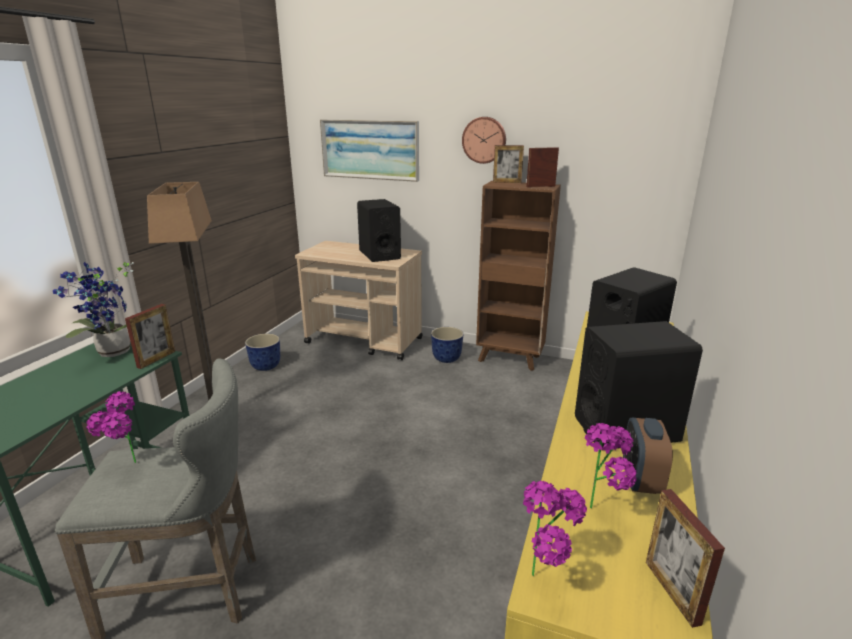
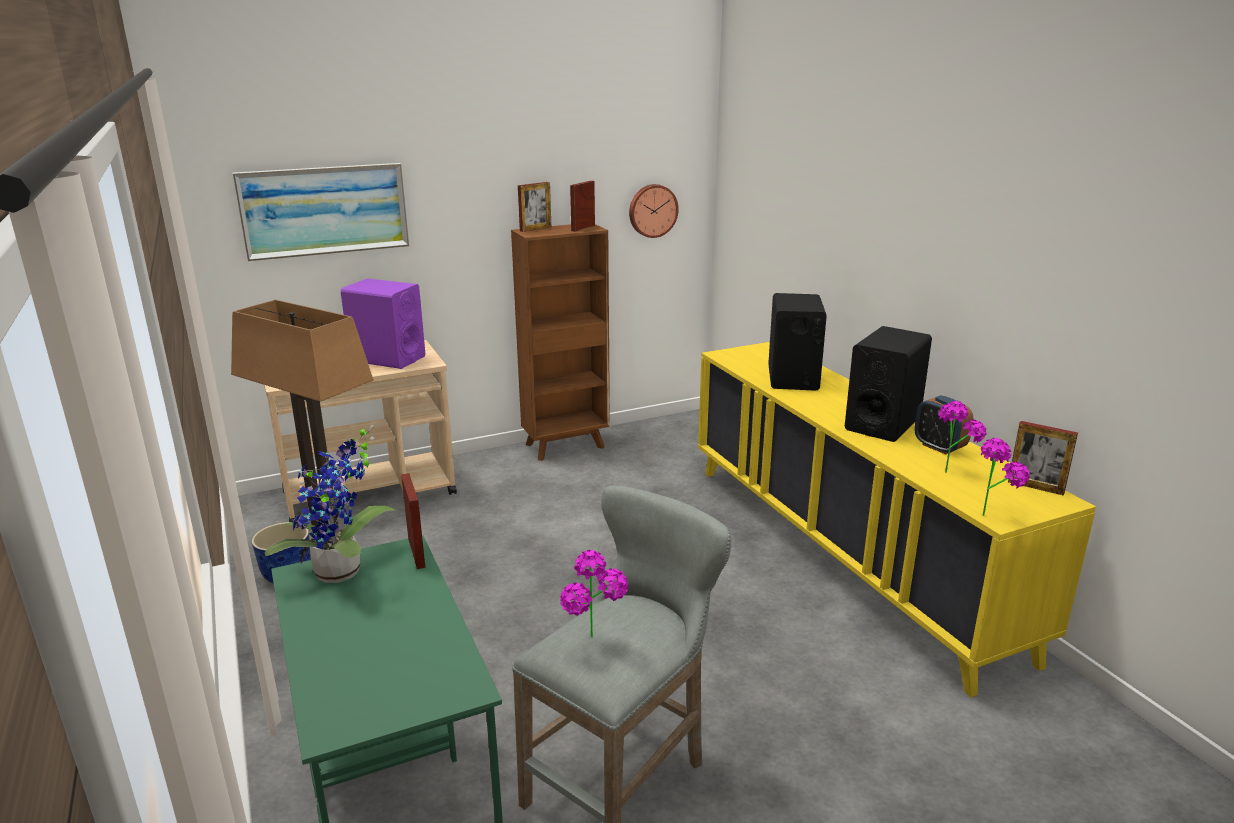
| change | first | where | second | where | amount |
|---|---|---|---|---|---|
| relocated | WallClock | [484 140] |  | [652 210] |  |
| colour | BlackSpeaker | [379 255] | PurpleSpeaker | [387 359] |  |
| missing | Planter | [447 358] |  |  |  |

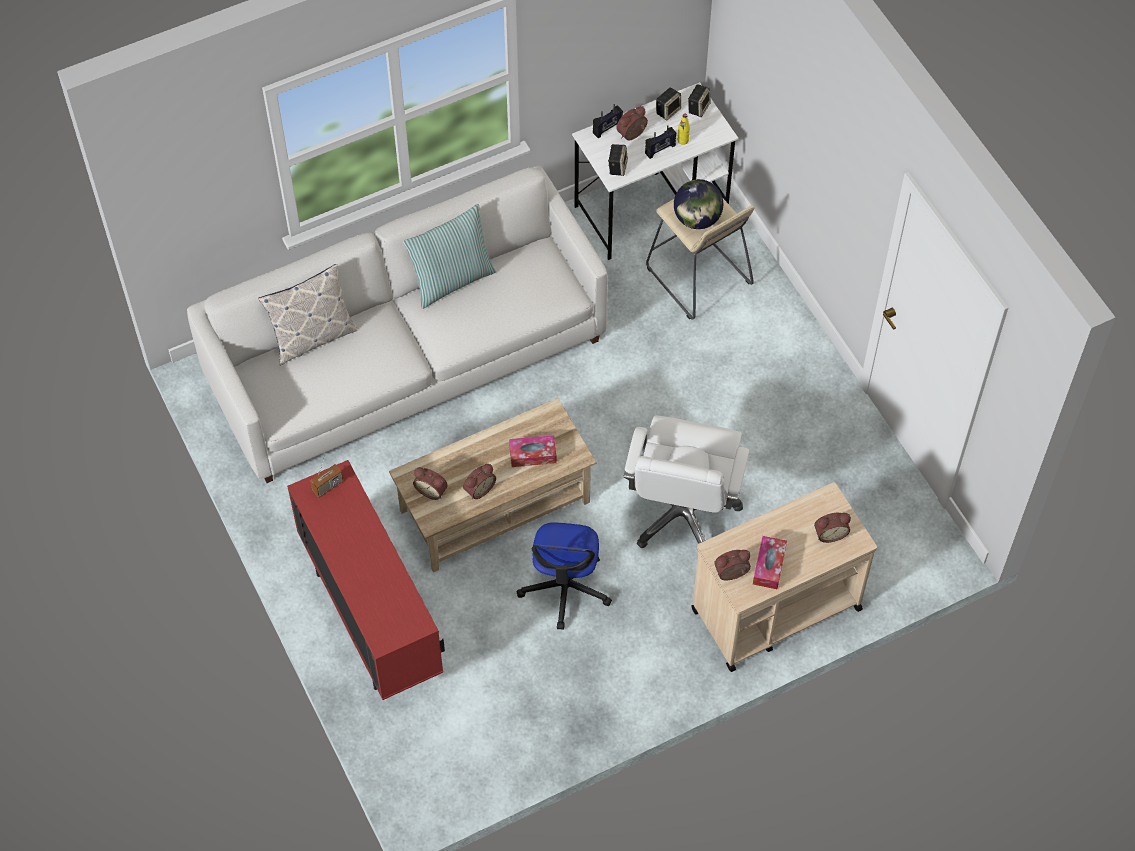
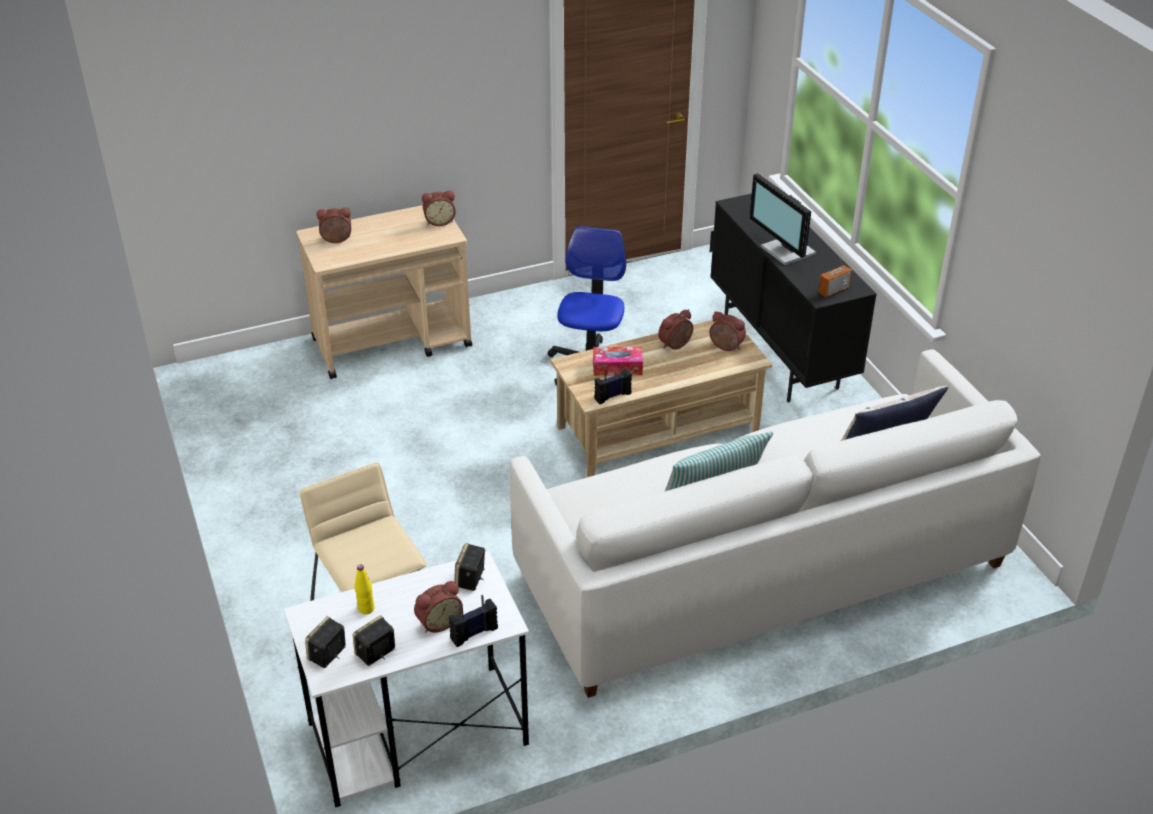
| change | first | where | second | where | amount |
|---|---|---|---|---|---|
| relocated | Radio | [660 149] |  | [612 396] |  |
| missing | Globe | [697 219] |  |  |  |
| missing | WhiteOfficeChair | [683 513] |  |  |  |
| colour | RedCabinet | [371 619] | BlackCabinet | [780 356] |  |
| missing | TissueBox | [769 566] |  |  |  |
| appeared |  |  | Monitor | [786 251] |  |

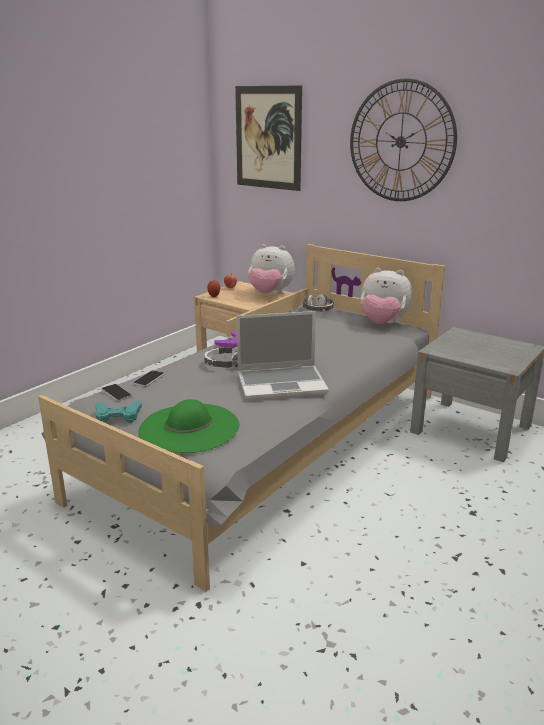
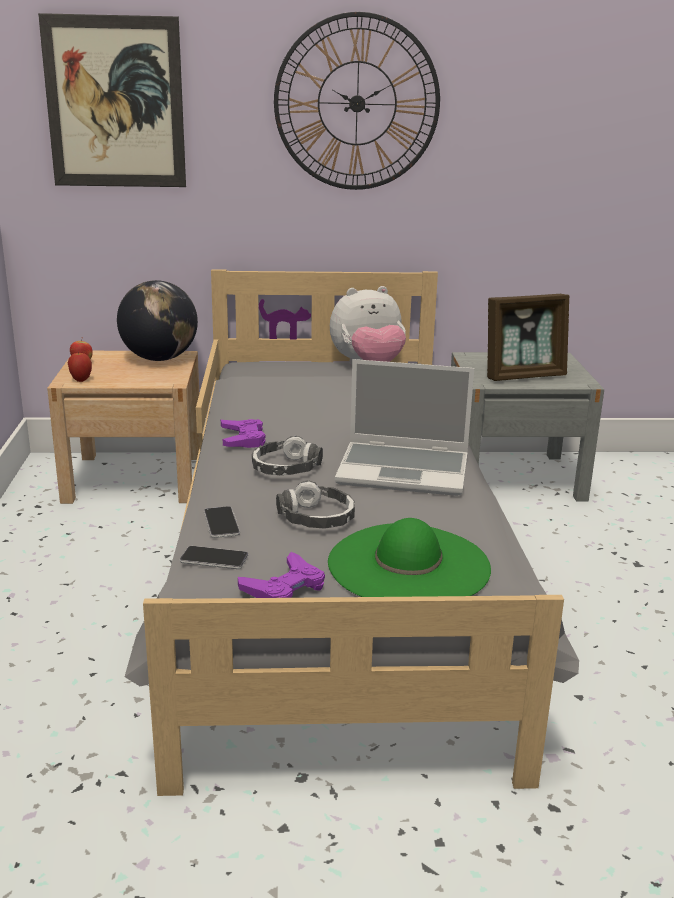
| change | first | where | second | where | amount |
|---|---|---|---|---|---|
| exchanged | PlushToy | [270 294] | Globe | [159 359] |  |
| relocated | Headphones | [318 309] |  | [316 518] |  |
| spun | Laptop | [282 384] |  | [405 470] | 60 degrees clockwise |
| colour | TurquoiseGameController | [117 416] | PurpleGameController | [284 588] |  |
| appeared |  |  | PictureFrame | [524 376] |  |

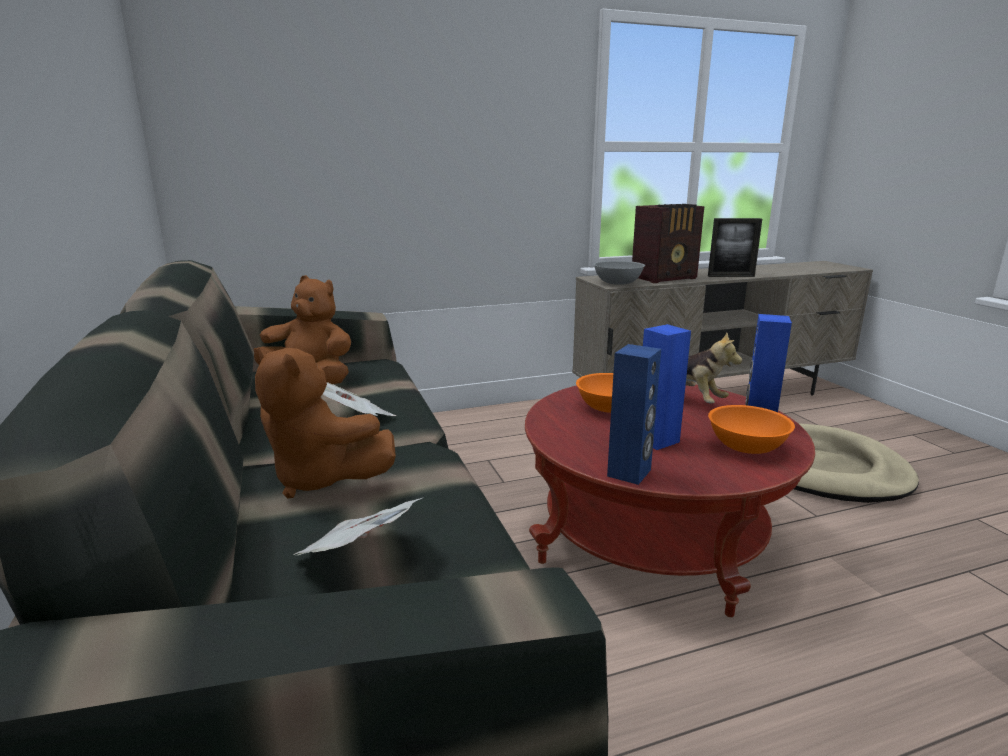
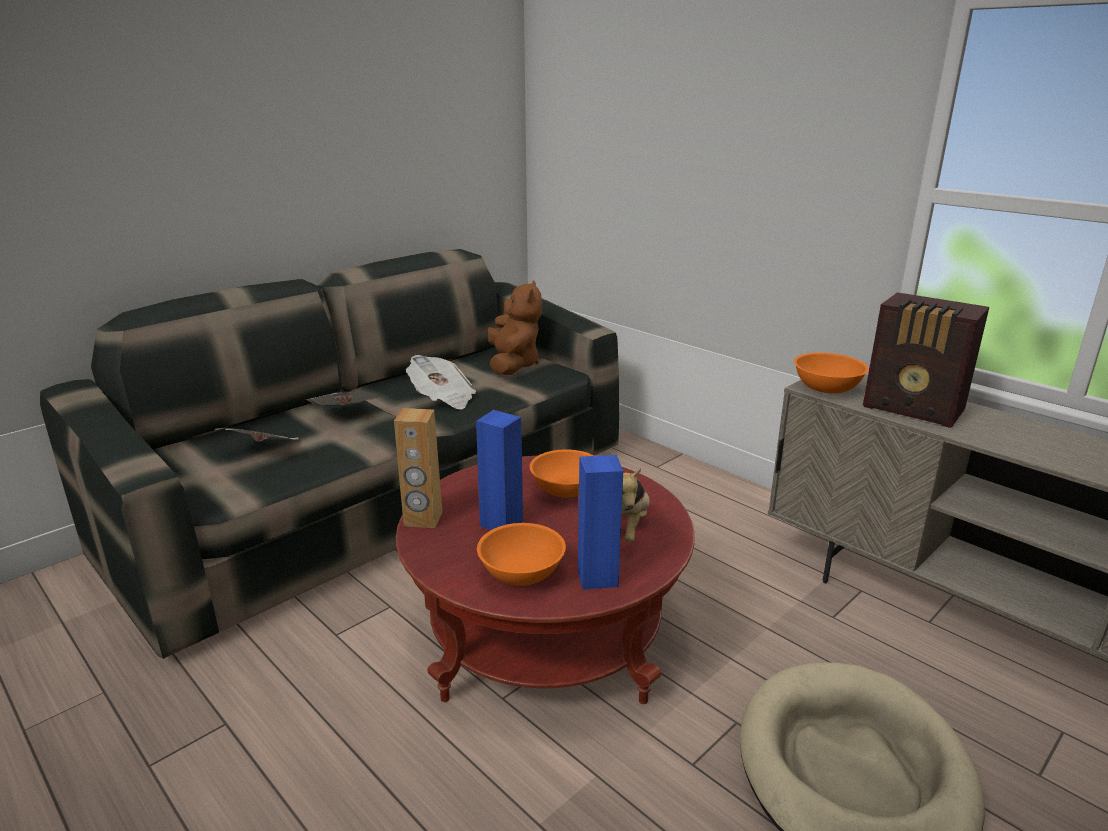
| change | first | where | second | where | amount |
|---|---|---|---|---|---|
| missing | PictureFrame | [731 276] |  |  |  |
| colour | GreyBowl | [618 283] | OrangeBowl | [826 388] |  |
| colour | BlueSpeaker | [629 473] | BrownSpeaker | [423 519] |  |
| exchanged | BrownPlushToy | [321 479] | Newspaper | [345 416] |  |

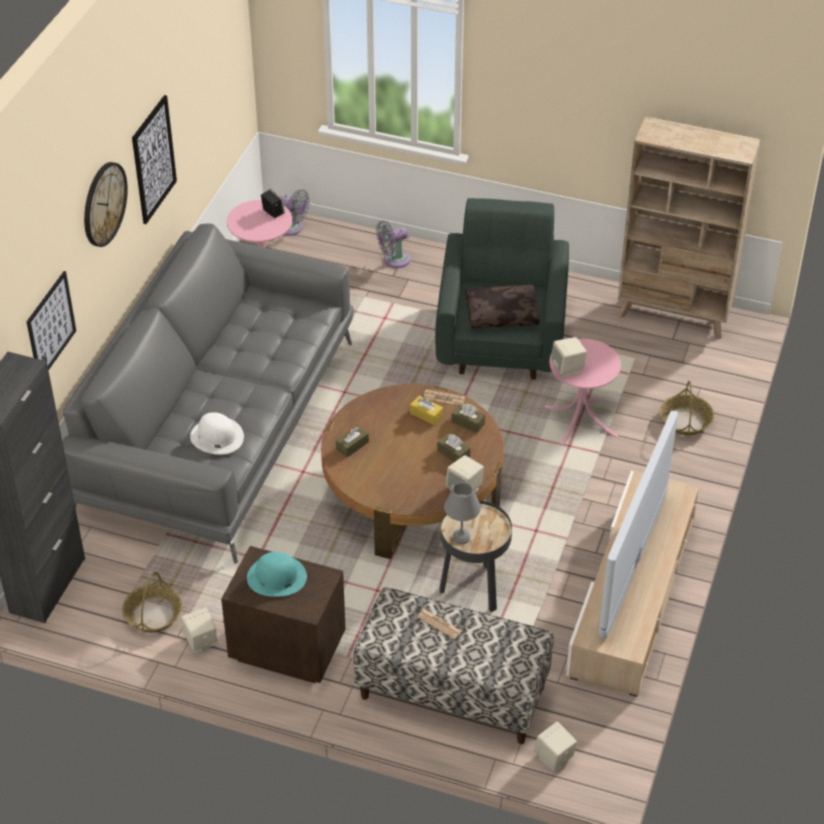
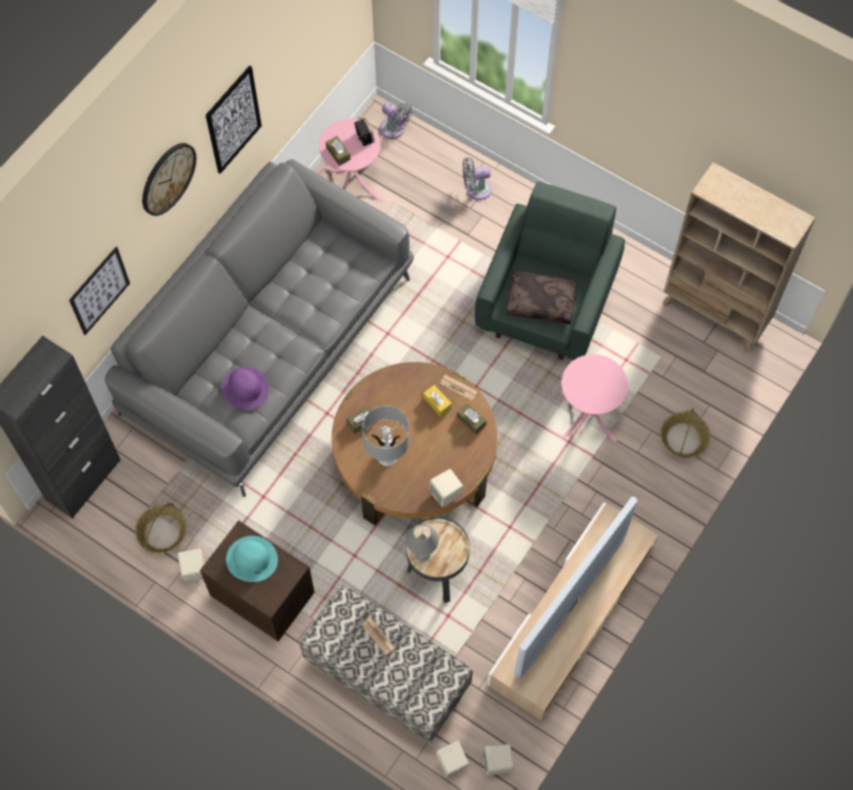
| change | first | where | second | where | amount |
|---|---|---|---|---|---|
| relocated | BeigeSpeaker | [567 369] |  | [497 763] |  |
| colour | WhiteHat | [216 436] | PurpleHat | [245 388] |  |
| relocated | BrownTissueBox | [453 454] |  | [338 153] |  |
| appeared |  |  | GreyTableLamp | [387 457] |  |

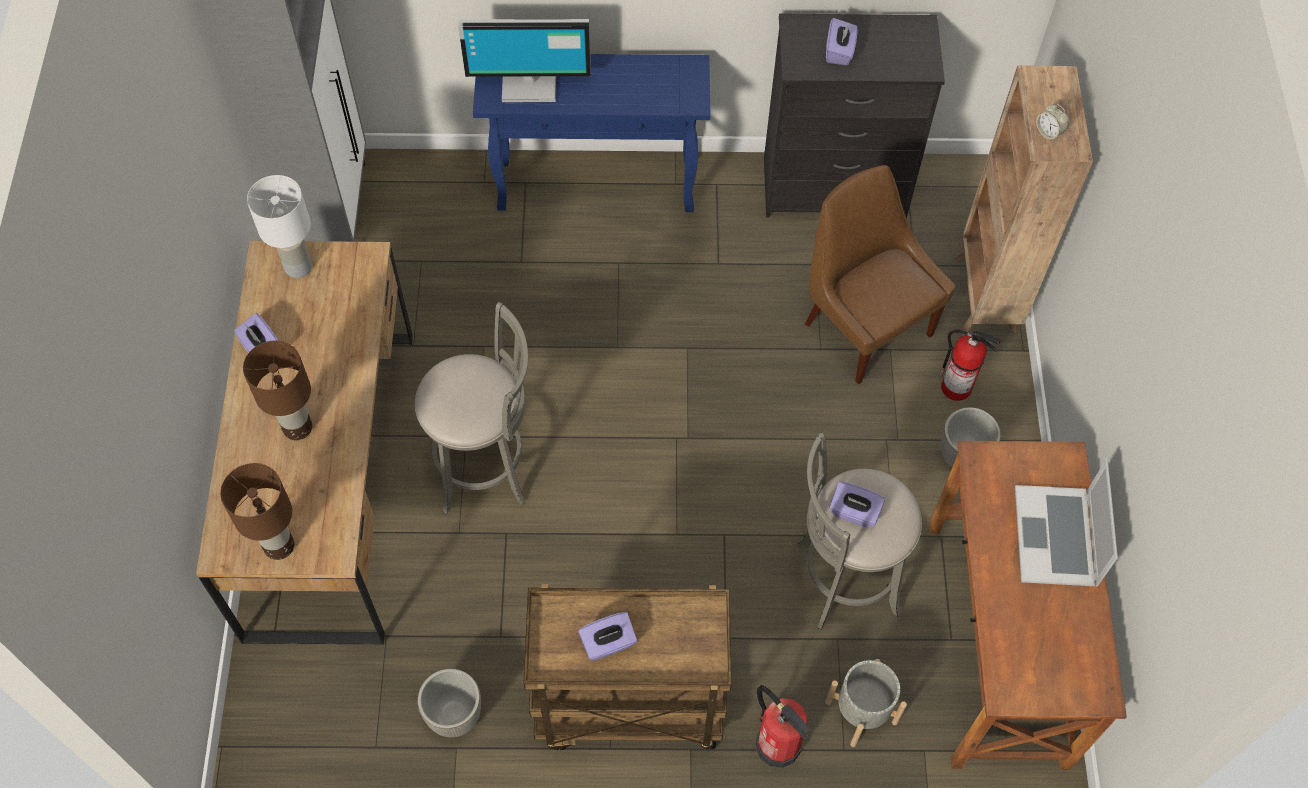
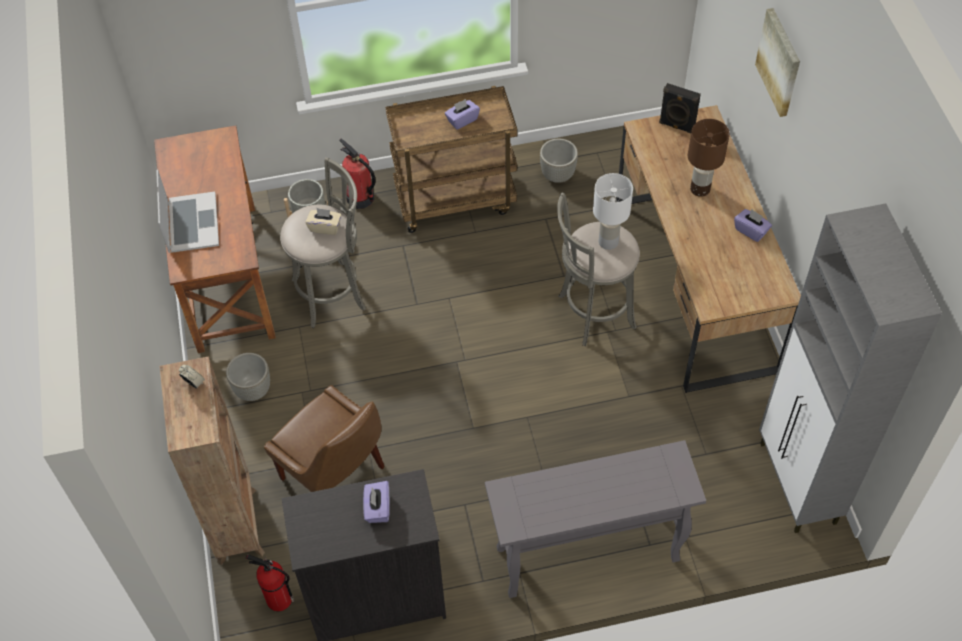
| change | first | where | second | where | amount |
|---|---|---|---|---|---|
| missing | Monitor | [529 84] |  |  |  |
| colour | BlueConsoleTable | [598 186] | GreyConsoleTable | [586 555] |  |
| relocated | WhiteTableLamp | [297 267] |  | [608 241] |  |
| relocated | FireExtinguisher | [957 387] |  | [278 599] |  |
| exchanged | BrownTableLamp | [278 546] | BlackSpeaker | [676 126] |  |
| colour | PurpleTissueBox | [854 512] | BeigeTissueBox | [325 227] |  |
| appeared |  |  | Picture | [780 62] |  |

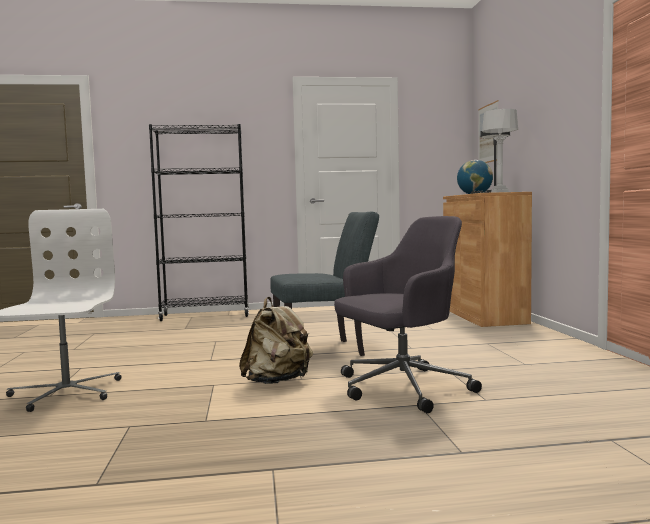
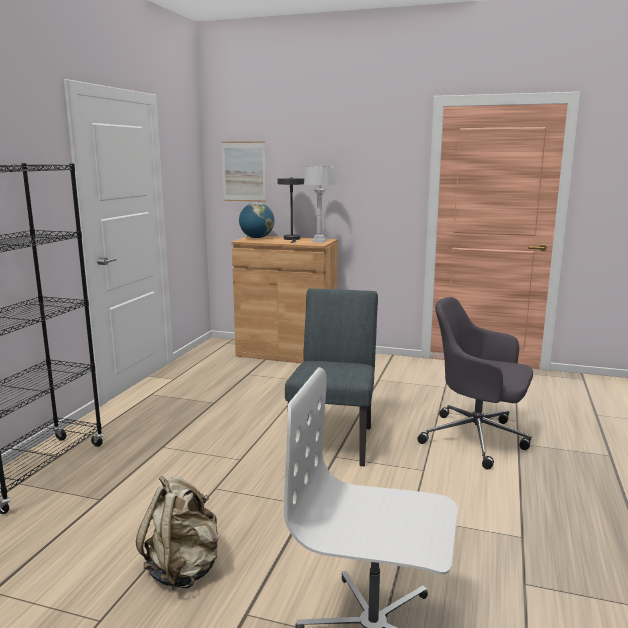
| change | first | where | second | where | amount |
|---|---|---|---|---|---|
| spun | GreyOfficeChair | [401 388] |  | [477 439] | 60 degrees counterclockwise |
| relocated | BeigeBackpack | [277 381] |  | [184 569] |  |

